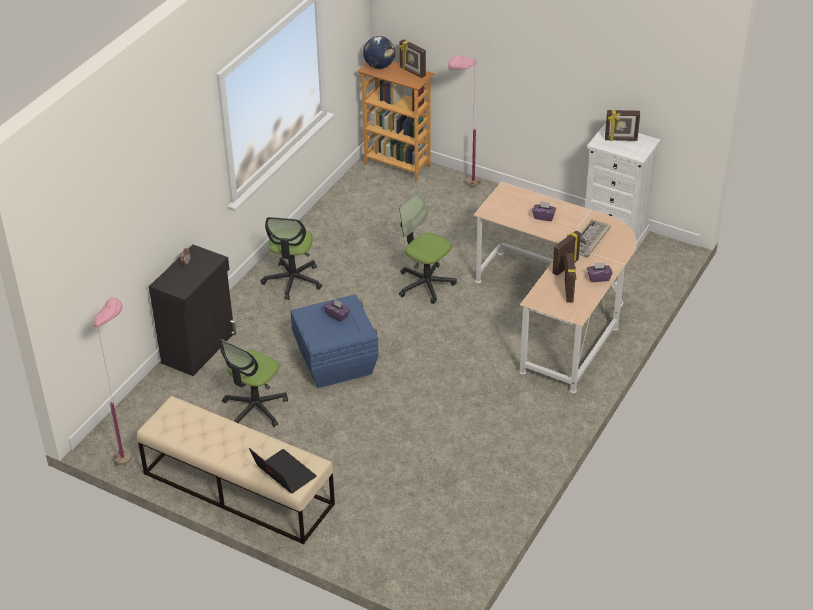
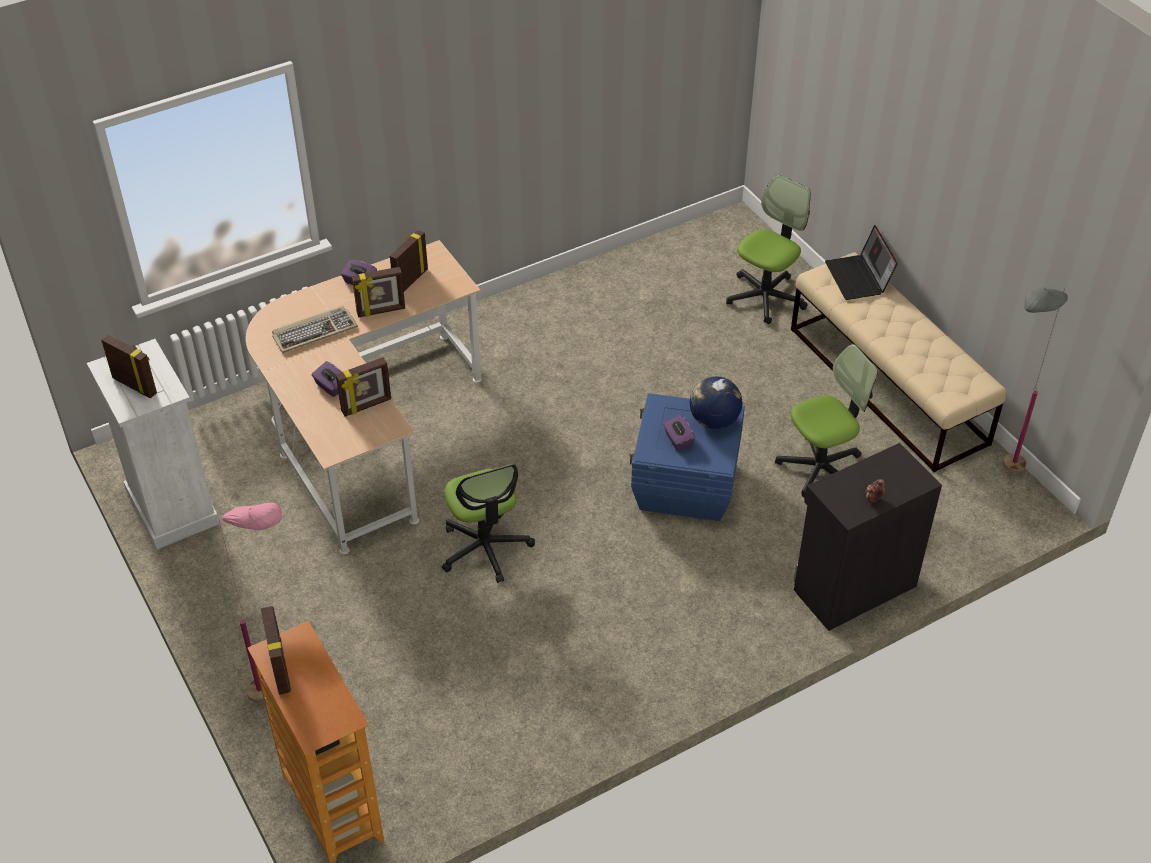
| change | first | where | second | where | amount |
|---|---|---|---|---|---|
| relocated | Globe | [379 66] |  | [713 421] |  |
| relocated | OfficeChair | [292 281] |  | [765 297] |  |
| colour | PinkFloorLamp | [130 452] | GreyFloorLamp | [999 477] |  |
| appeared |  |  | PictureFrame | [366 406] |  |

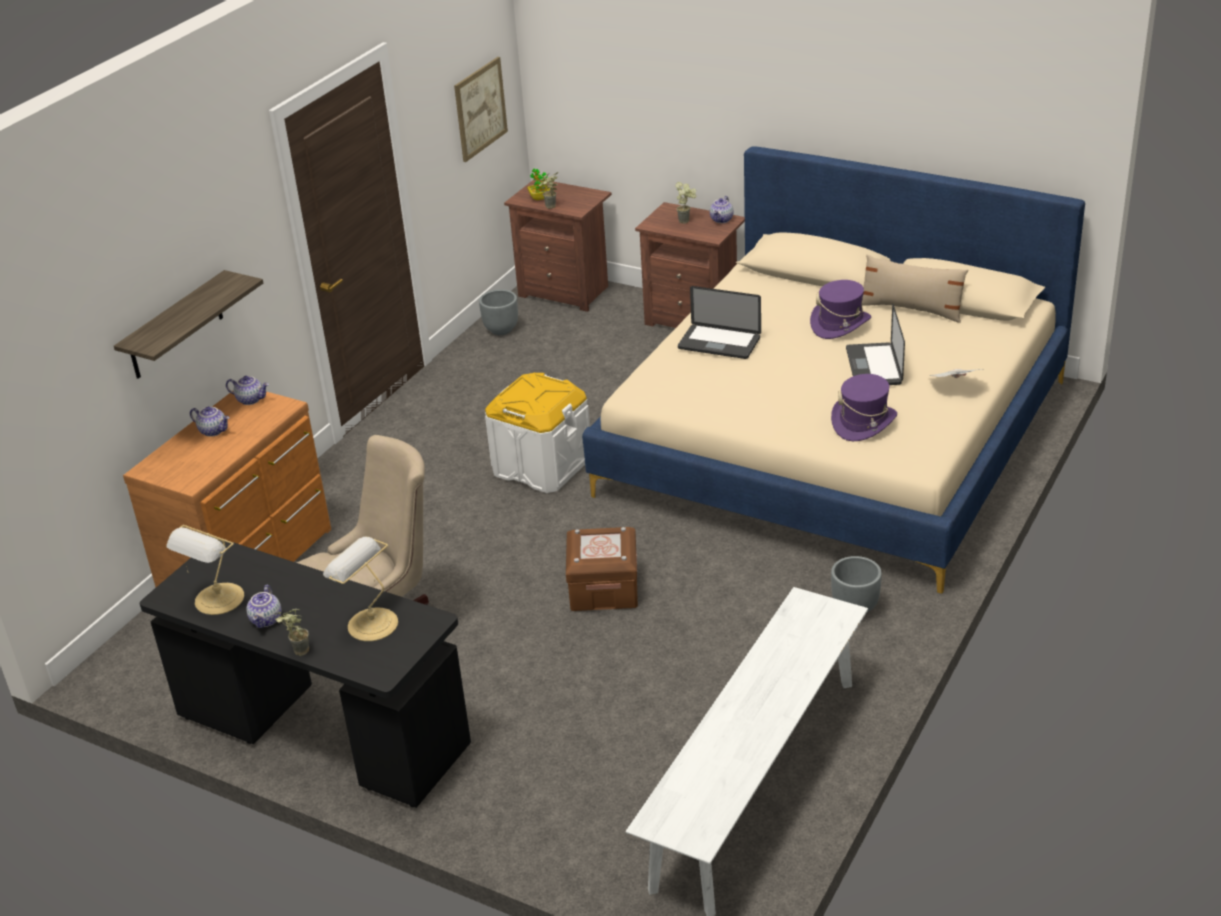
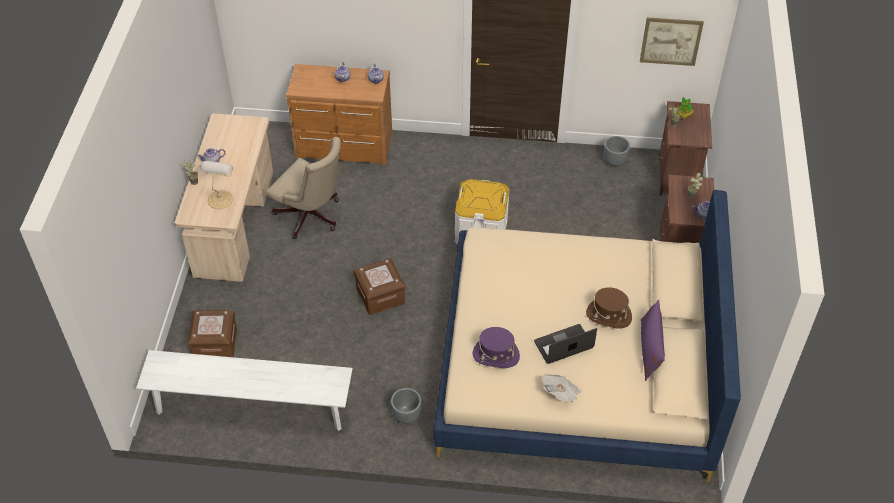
| change | first | where | second | where | amount |
|---|---|---|---|---|---|
| colour | BeigePillow | [911 309] | PurplePillow | [649 350] |  |
| missing | Shelf | [175 326] |  |  |  |
| colour | PurpleHat | [840 324] | BrownHat | [608 315] |  |
| missing | Laptop | [719 343] |  |  |  |
| missing | TableLamp | [217 600] |  |  |  |
| colour | BlackDesk | [322 732] | BeigeDesk | [234 224] |  |
| appeared |  |  | BrownStorageBox | [215 344] |  |

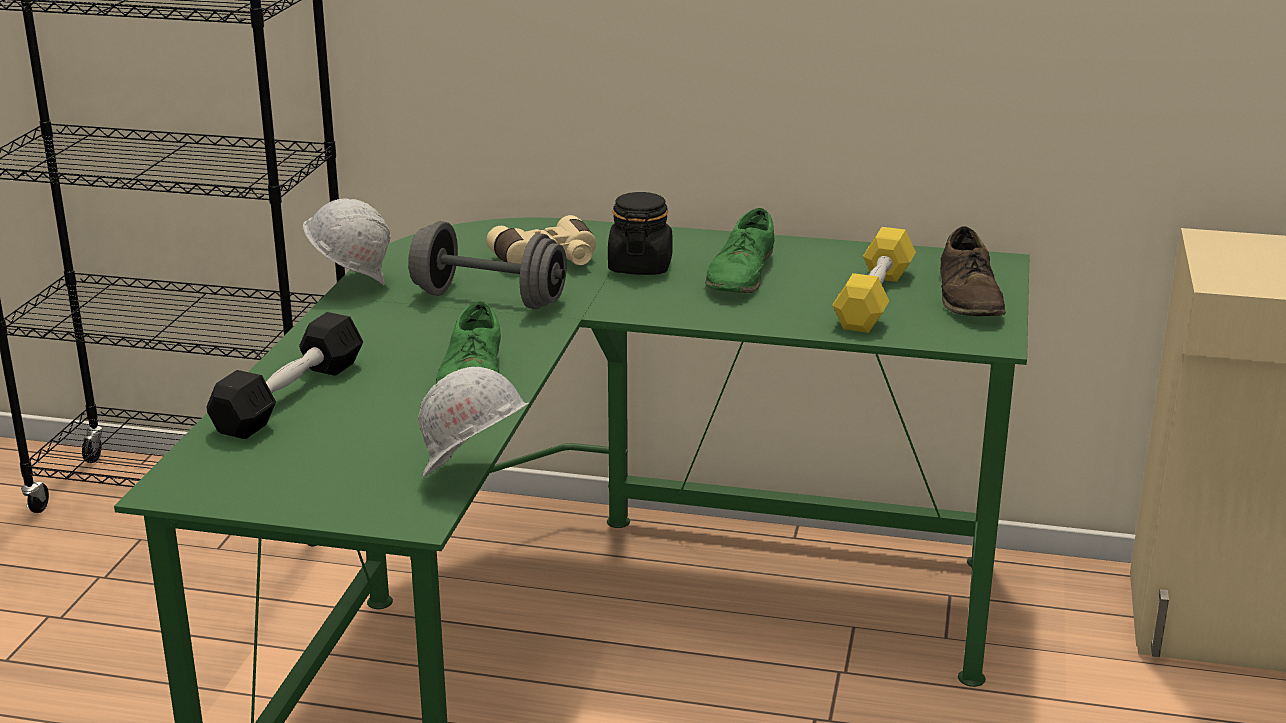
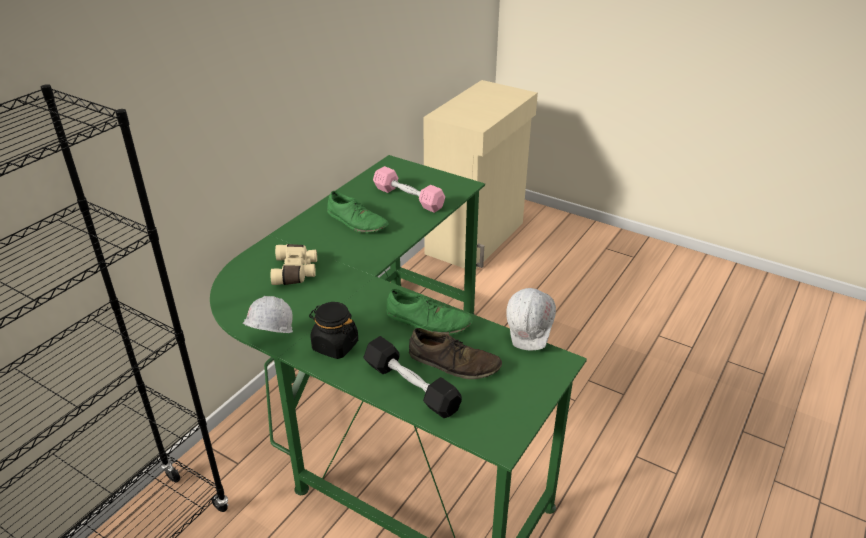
| change | first | where | second | where | amount |
|---|---|---|---|---|---|
| relocated | BlackJar | [640 266] |  | [335 346] |  |
| missing | GreyDumbbell | [489 299] |  |  |  |
| relocated | BrownShoe | [969 296] |  | [454 363] |  |
| colour | YellowDumbbell | [874 299] | PinkDumbbell | [408 198] |  |

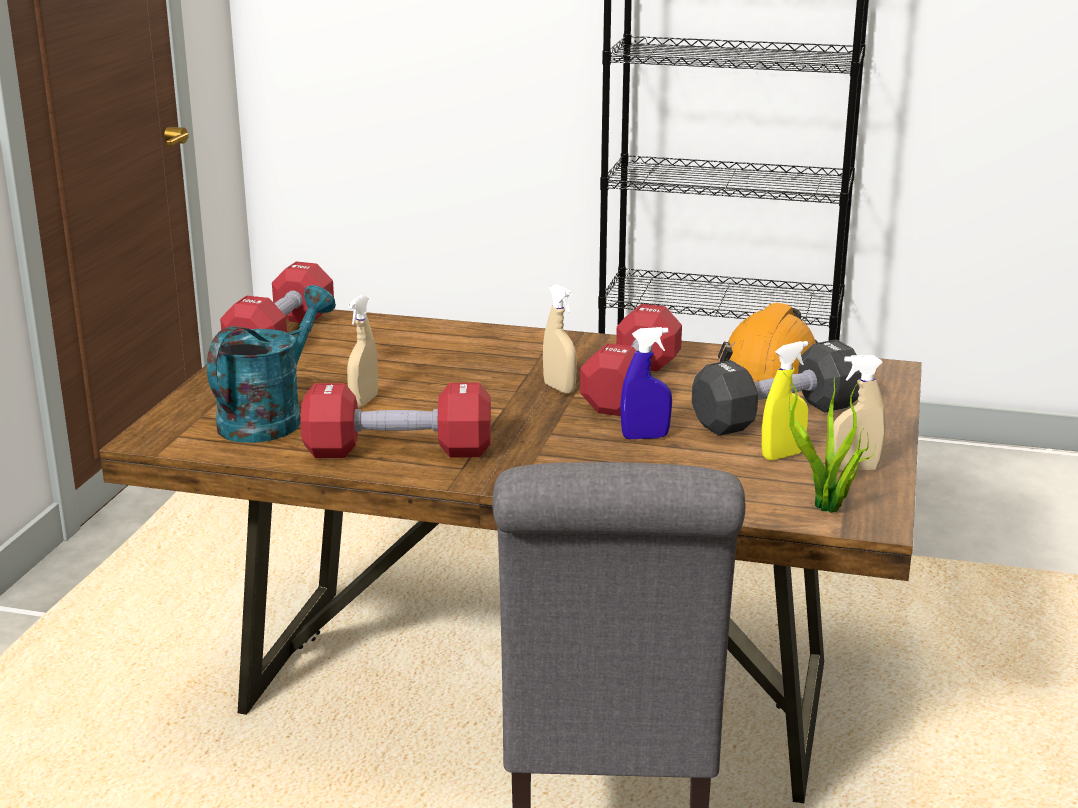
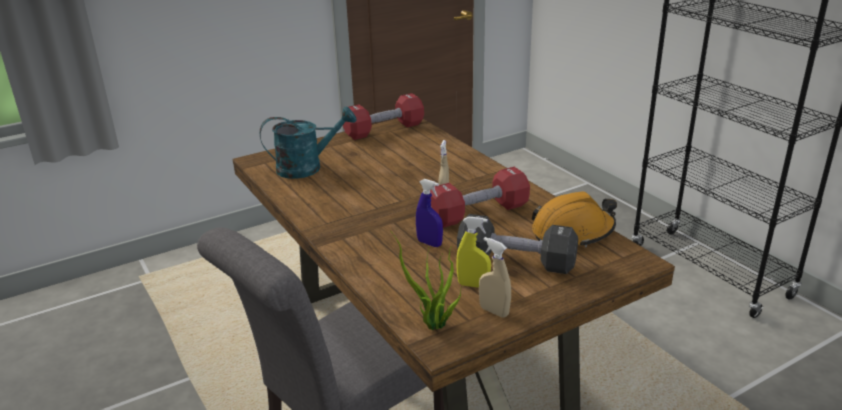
| change | first | where | second | where | amount |
|---|---|---|---|---|---|
| missing | BeigeSprayBottle | [364 401] |  |  |  |
| missing | RedDumbbell | [398 451] |  |  |  |

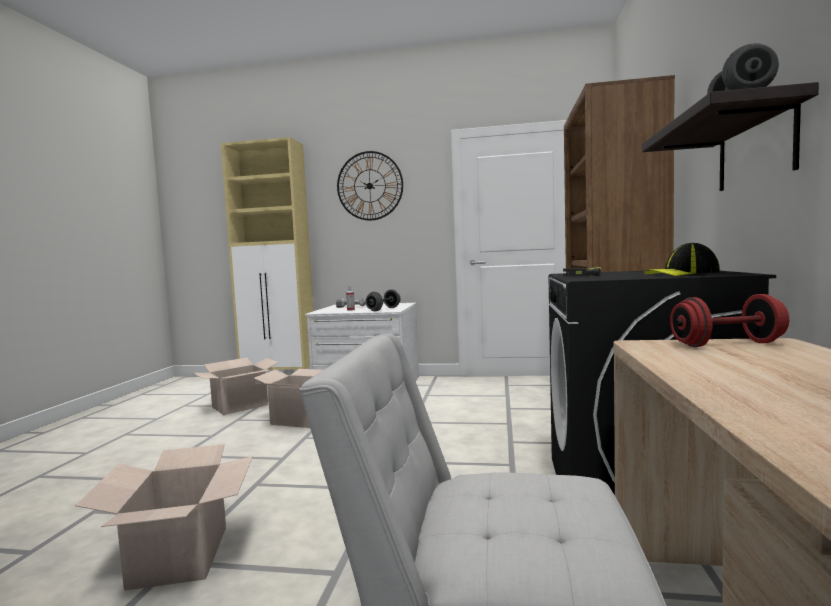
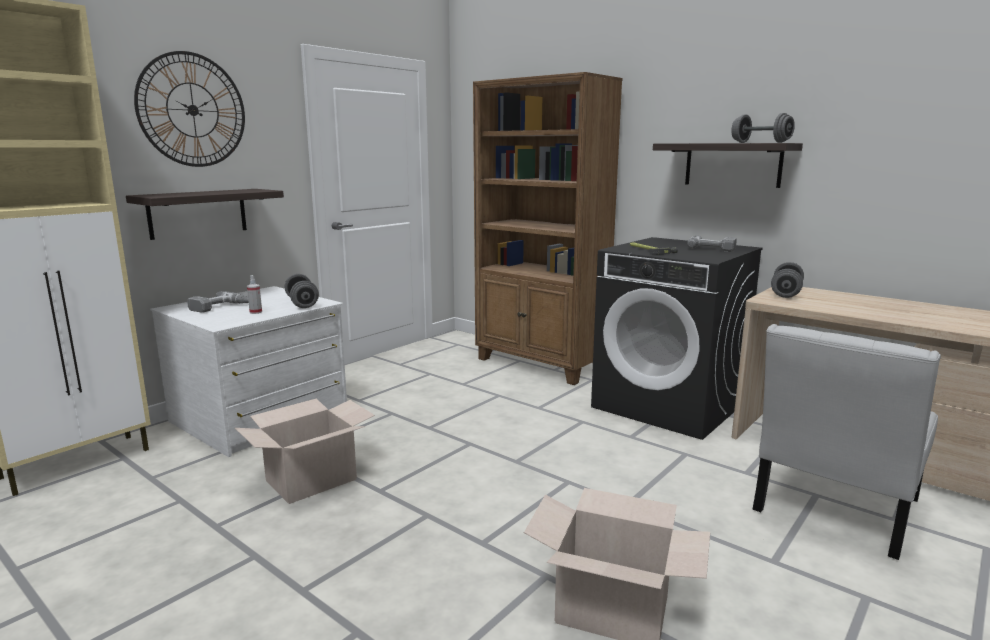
| change | first | where | second | where | amount |
|---|---|---|---|---|---|
| exchanged | Cap | [682 274] | PowerDrill | [712 248] |  |
| colour | RedDumbbell | [727 344] | GreyDumbbell | [786 293] |  |
| missing | CardboardBox | [240 406] |  |  |  |
| appeared |  |  | Shelf | [198 213] |  |

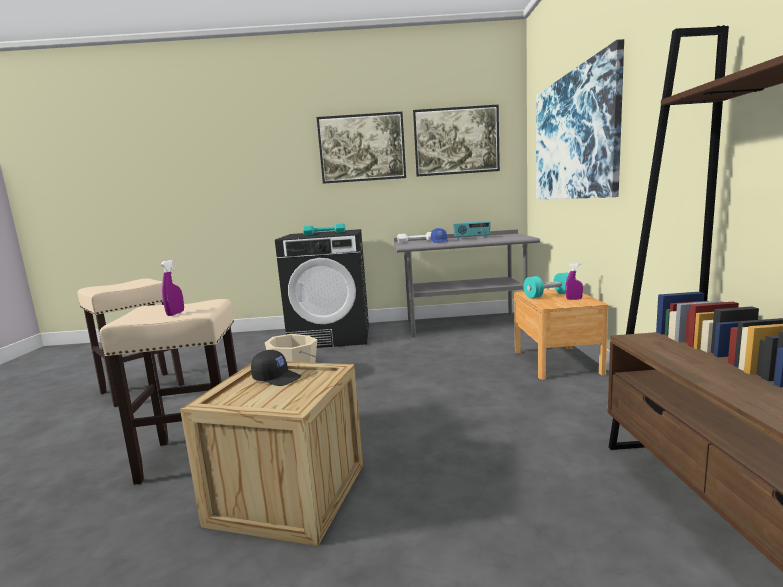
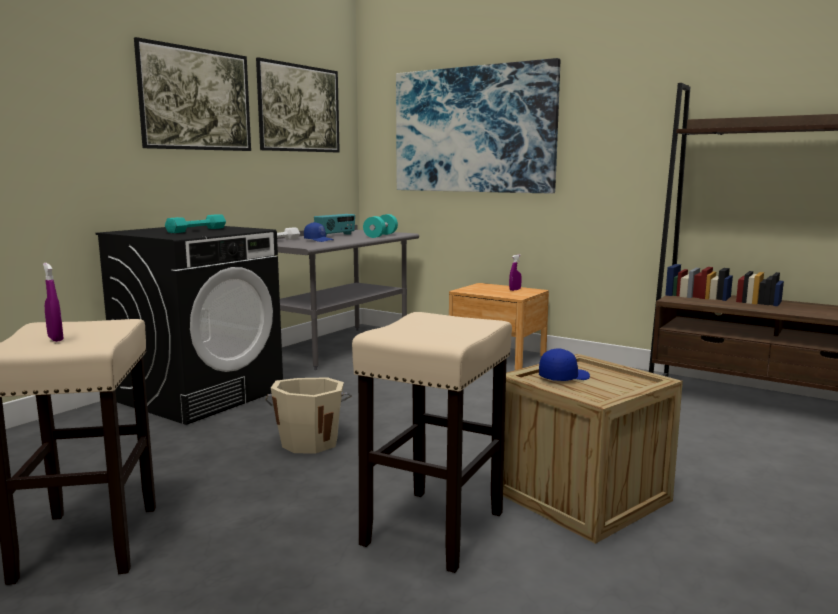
| change | first | where | second | where | amount |
|---|---|---|---|---|---|
| relocated | PurpleSprayBottle | [175 313] |  | [55 339] |  |
| relocated | TurquoiseDumbbell | [548 295] |  | [380 236] |  |
| colour | BlackCap | [277 378] | BlueCap | [563 377] |  |

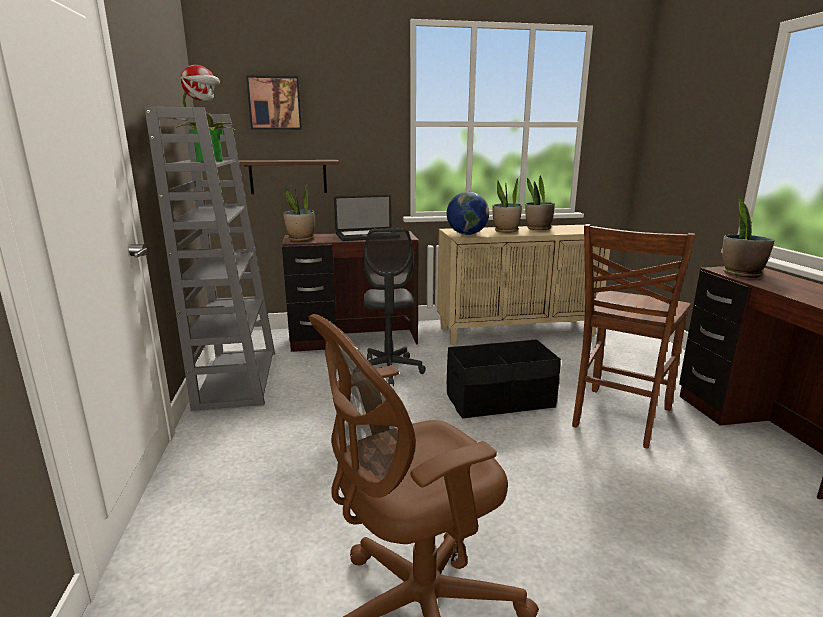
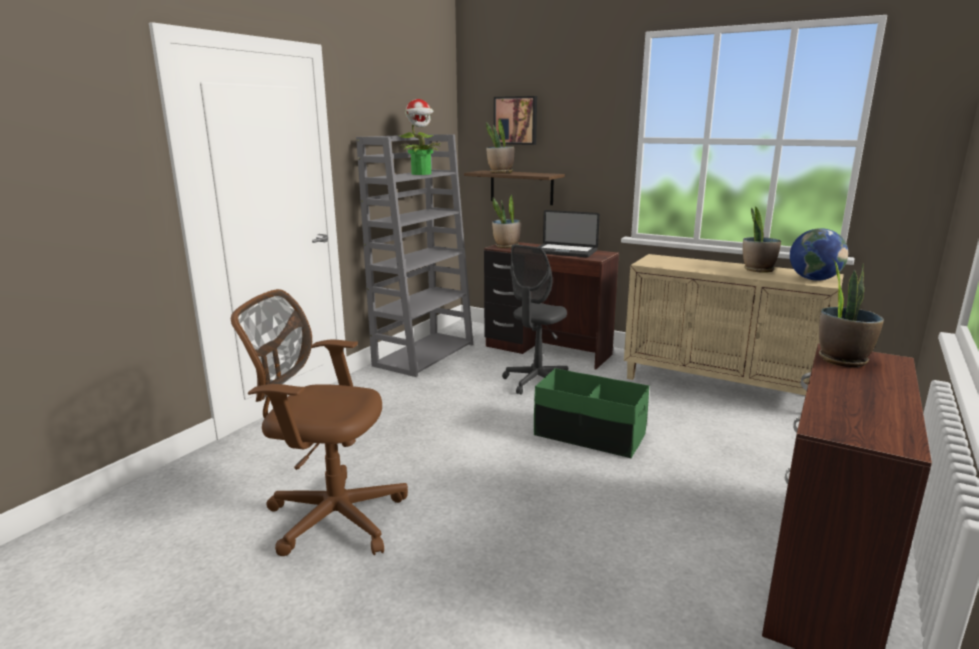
| change | first | where | second | where | amount |
|---|---|---|---|---|---|
| relocated | PottedPlant | [506 231] |  | [500 172] |  |
| relocated | Globe | [467 234] |  | [814 279] |  |
| missing | BrownChair | [618 418] |  |  |  |
| colour | BlackStorageBox | [500 401] | GreenStorageBox | [589 435] |  |

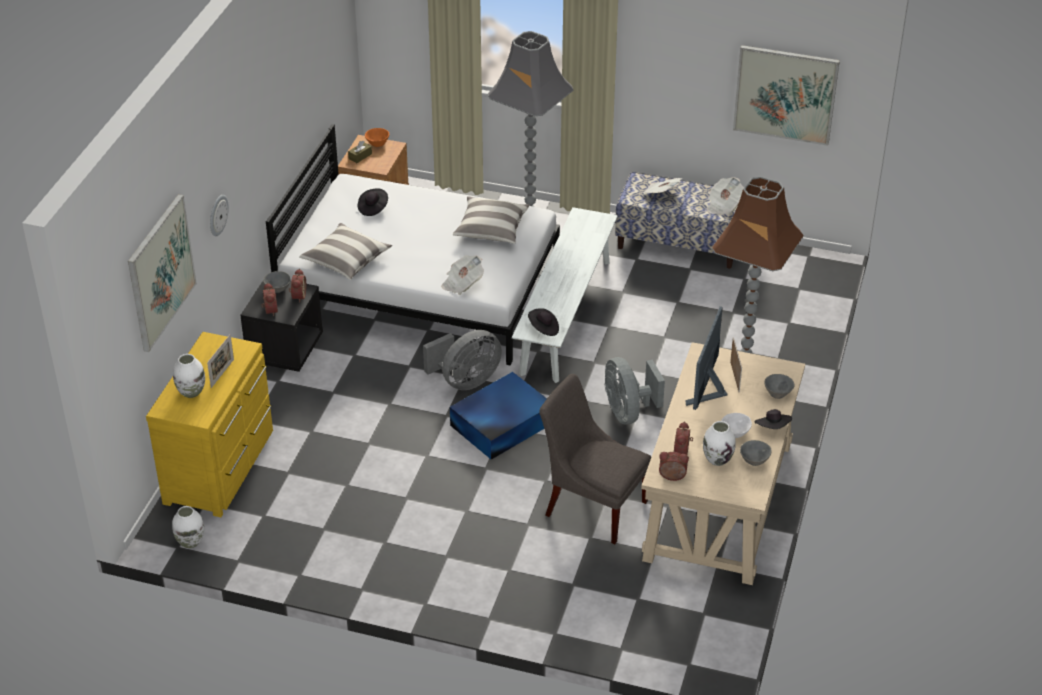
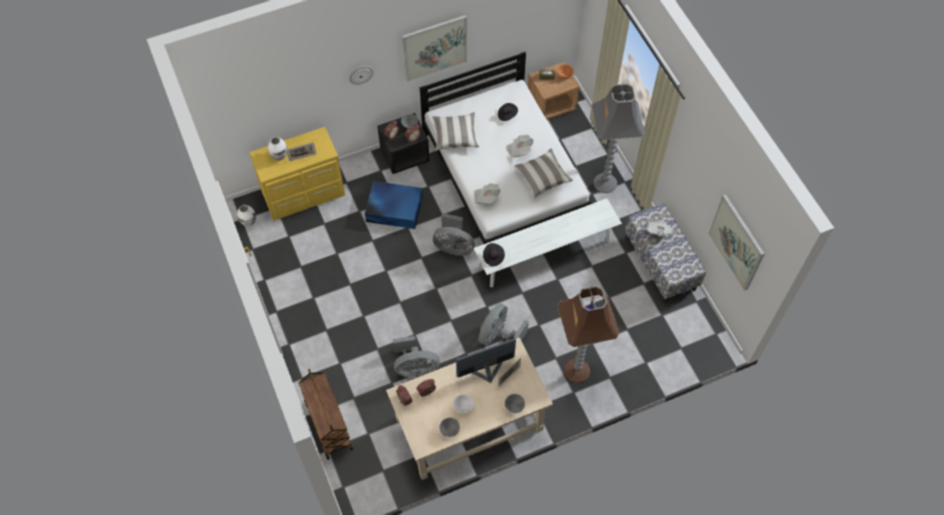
| change | first | where | second | where | amount |
|---|---|---|---|---|---|
| relocated | Newspaper | [724 205] |  | [518 150] |  |
| relocated | Picture | [161 272] |  | [434 47] |  |
| relocated | BlueStorageBox | [500 424] |  | [393 208] |  |
| exchanged | GreyChair | [592 505] | GreyFan | [415 367] |  |
| missing | BlackHat | [772 427] |  |  |  |
| missing | WhiteVase | [717 459] |  |  |  |
| appeared |  |  | BrownCart | [328 425] |  |

